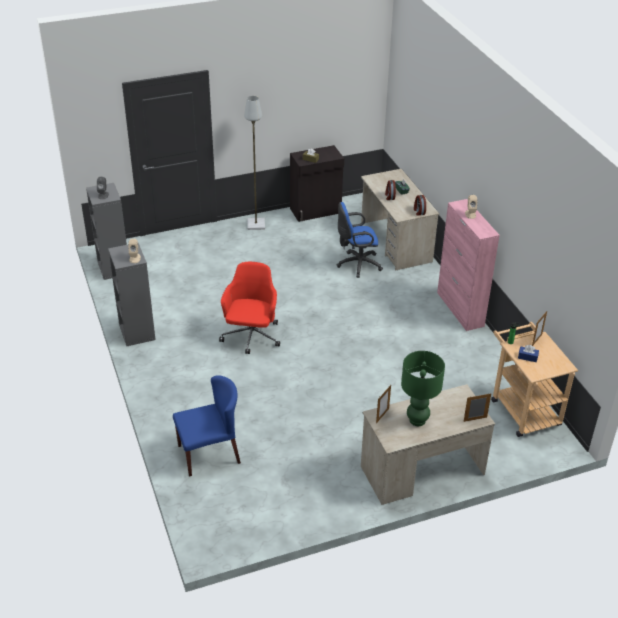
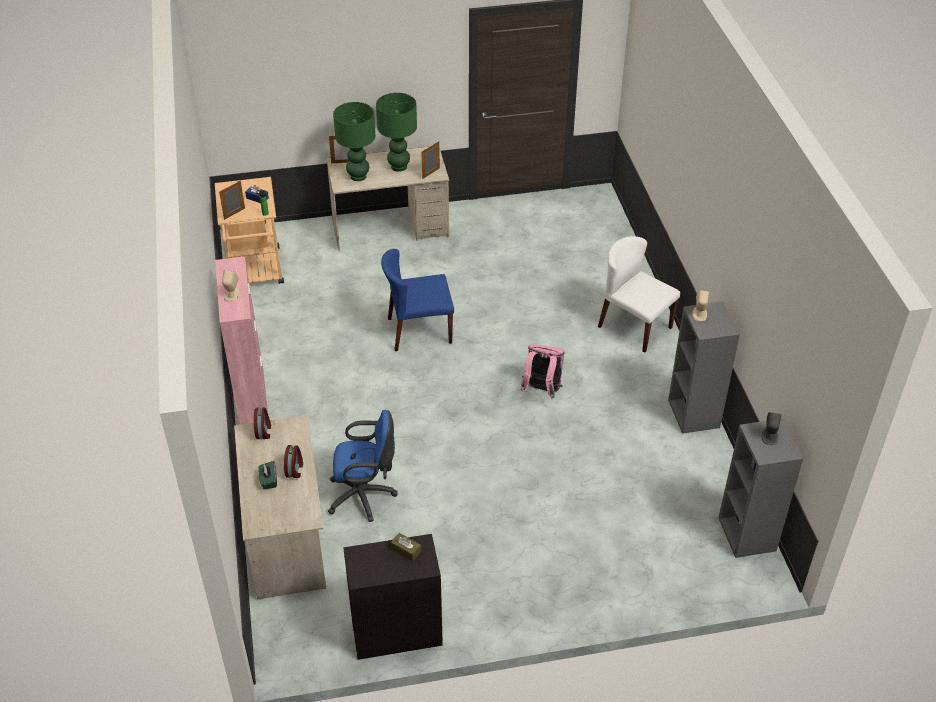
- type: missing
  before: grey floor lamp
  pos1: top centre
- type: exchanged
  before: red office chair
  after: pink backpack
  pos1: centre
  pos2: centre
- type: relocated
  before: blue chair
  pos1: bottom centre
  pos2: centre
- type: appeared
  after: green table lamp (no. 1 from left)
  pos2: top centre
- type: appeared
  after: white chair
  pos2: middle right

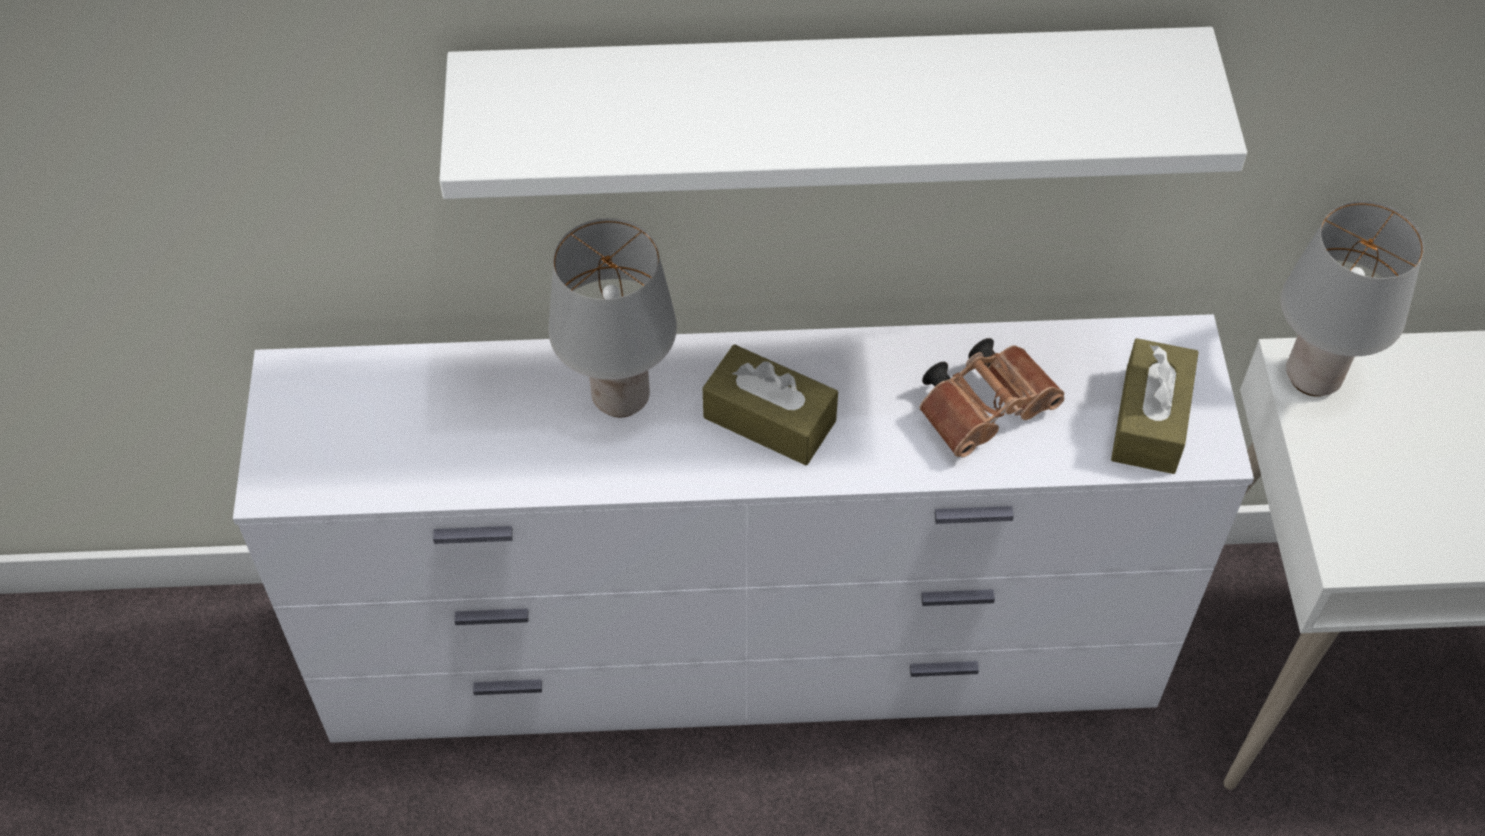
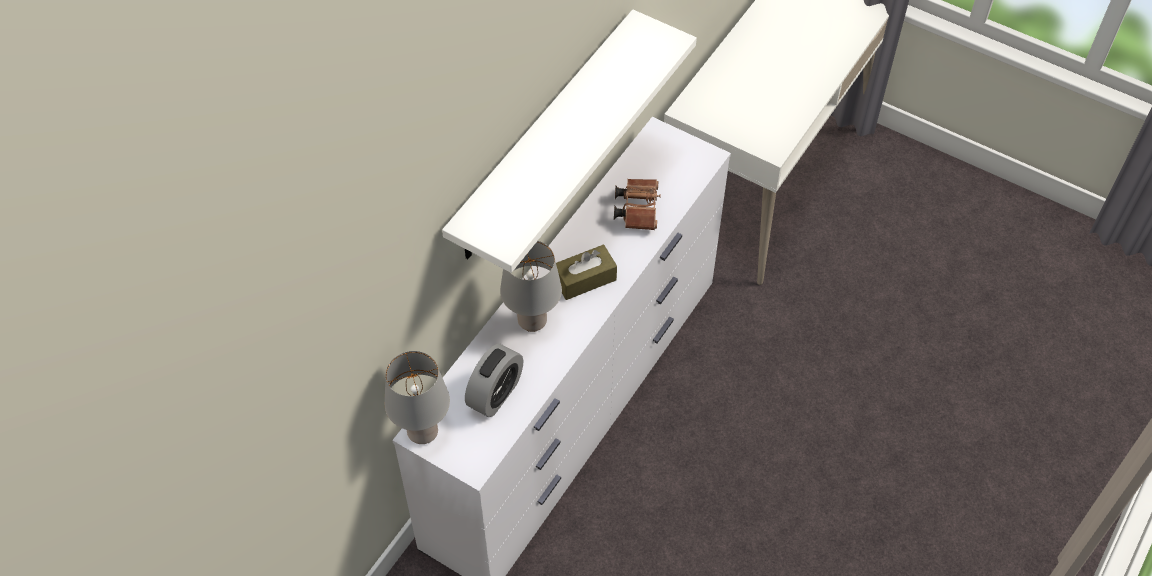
- type: relocated
  before: grey table lamp (no. 2 from left in the first image)
  after: grey table lamp (no. 1 from left)
  pos1: middle right
  pos2: bottom centre
- type: missing
  before: brown tissue box (no. 2 from left)
  pos1: middle right
- type: appeared
  after: alarm clock
  pos2: centre

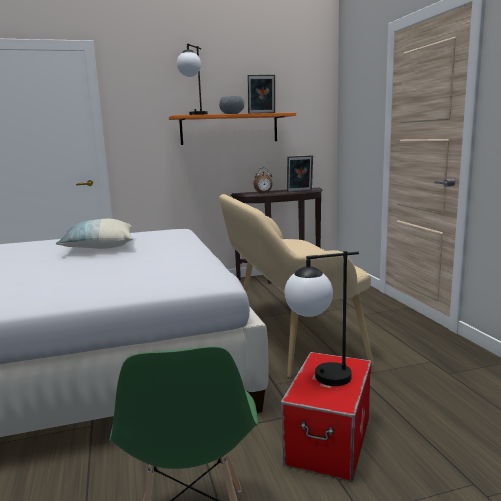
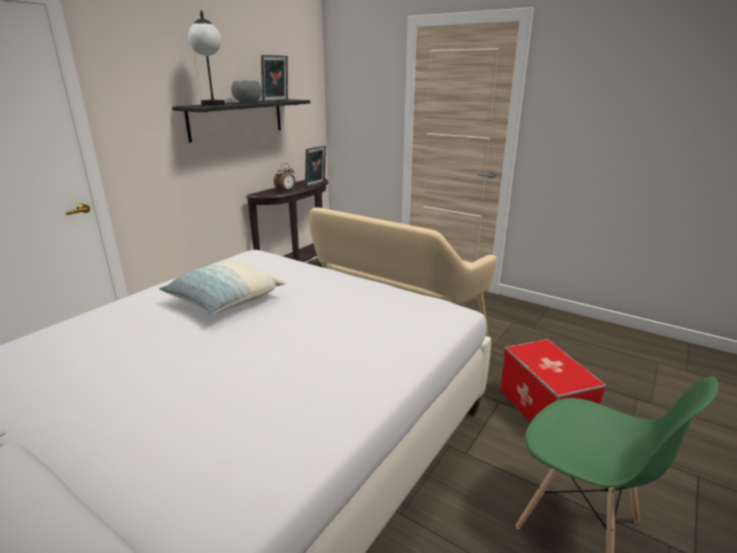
- type: colour
  before: orange shelf
  after: black shelf
  pos1: top centre
  pos2: top left
- type: missing
  before: table lamp (no. 2 from left)
  pos1: centre

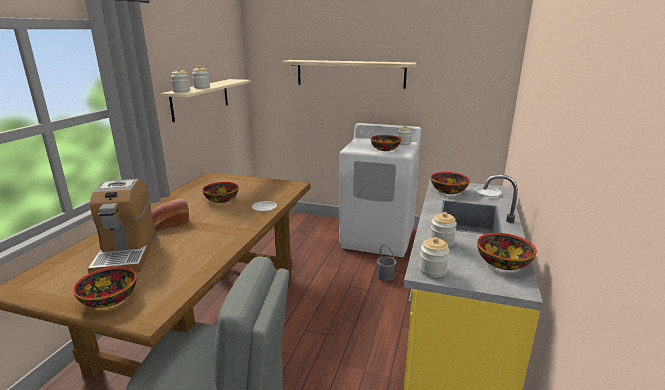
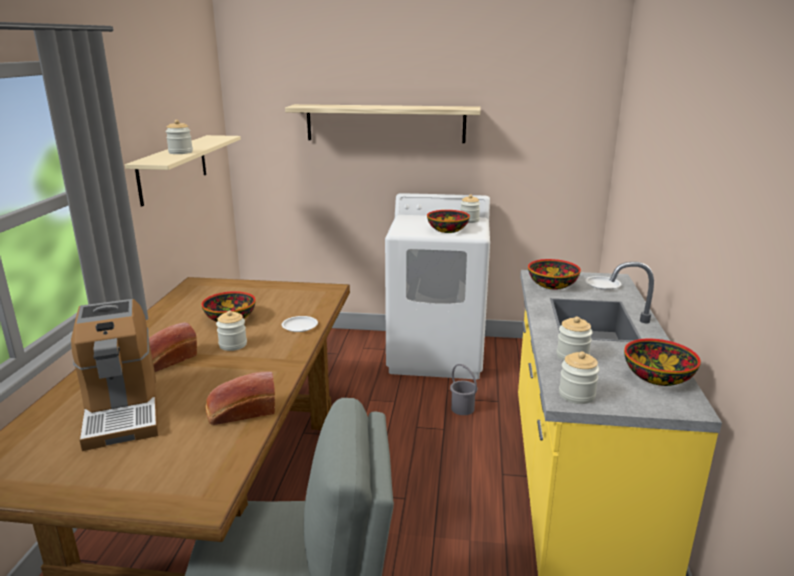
- type: relocated
  before: jar (no. 1 from left in the first image)
  after: jar (no. 2 from left)
  pos1: top left
  pos2: middle left
- type: missing
  before: bowl (no. 1 from left)
  pos1: bottom left
- type: appeared
  after: bread (no. 2 from left)
  pos2: bottom left

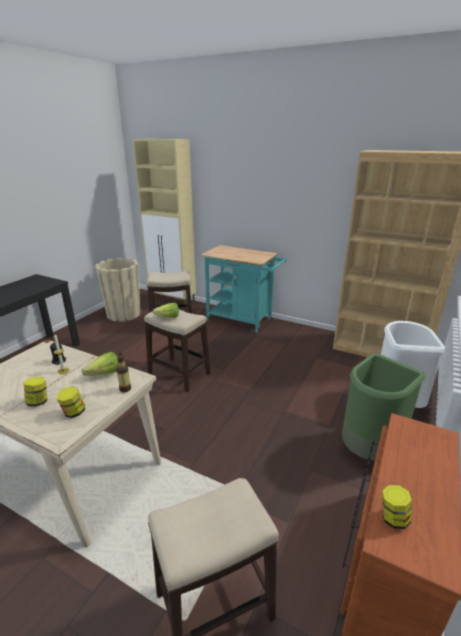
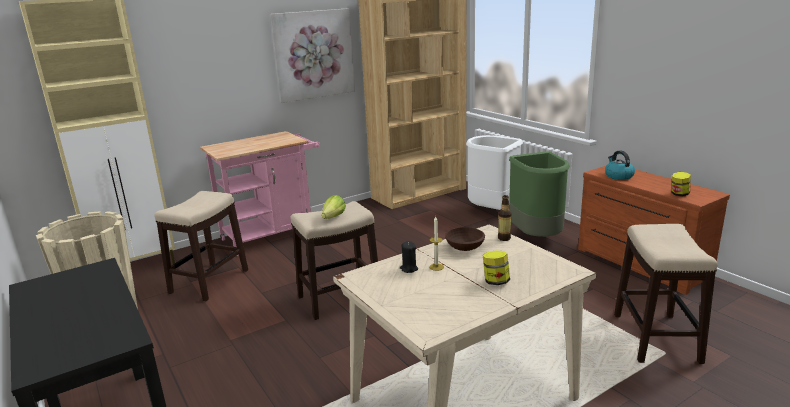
- type: colour
  before: turquoise cart
  after: pink cart
  pos1: centre
  pos2: middle left
- type: exchanged
  before: lettuce (no. 1 from left)
  after: brown bowl
  pos1: middle left
  pos2: centre
- type: missing
  before: jar (no. 2 from left)
  pos1: middle left
- type: appeared
  after: picture
  pos2: top centre
- type: appeared
  after: kettle
  pos2: middle right

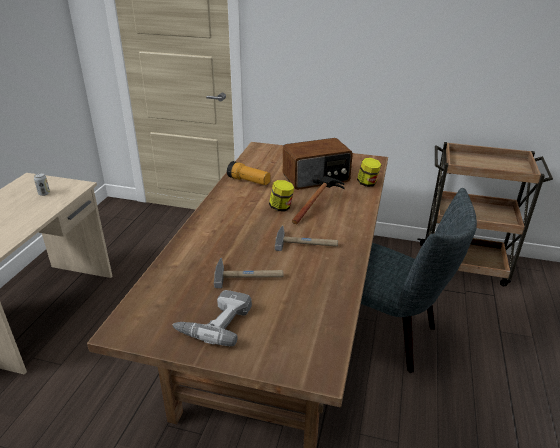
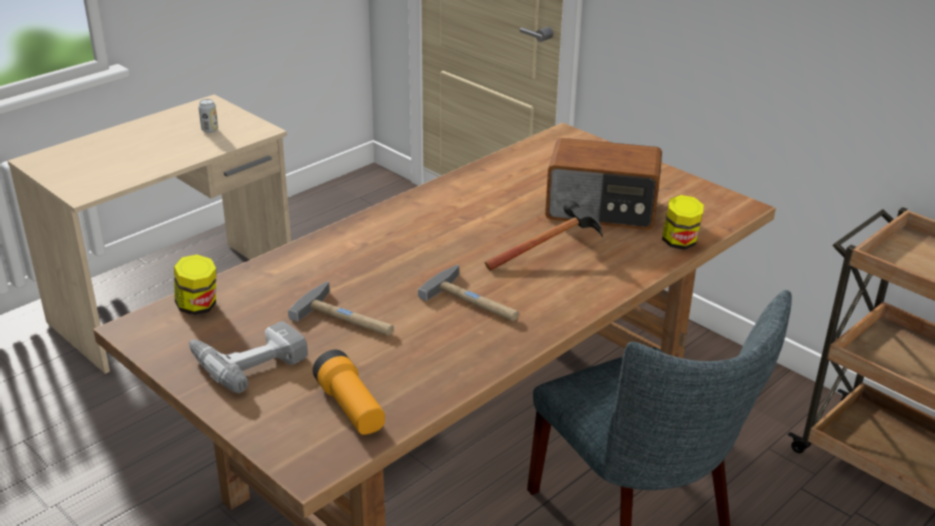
- type: relocated
  before: flashlight
  pos1: centre
  pos2: bottom centre
- type: relocated
  before: jar (no. 1 from left)
  pos1: centre
  pos2: middle left

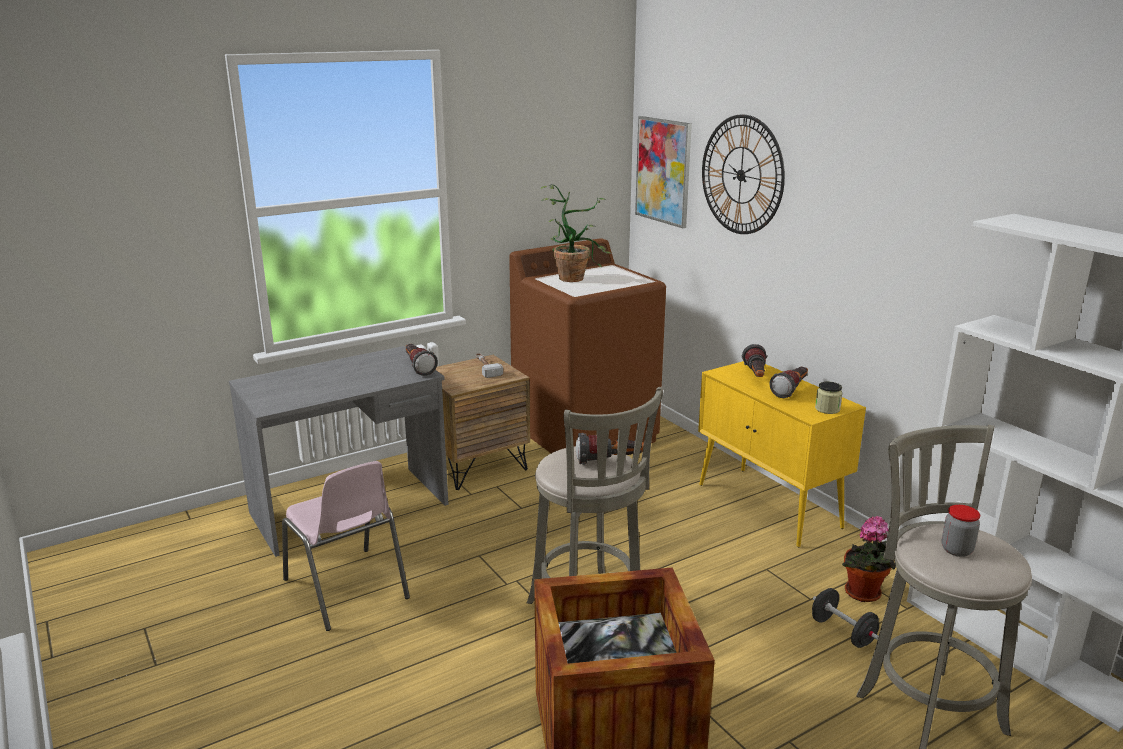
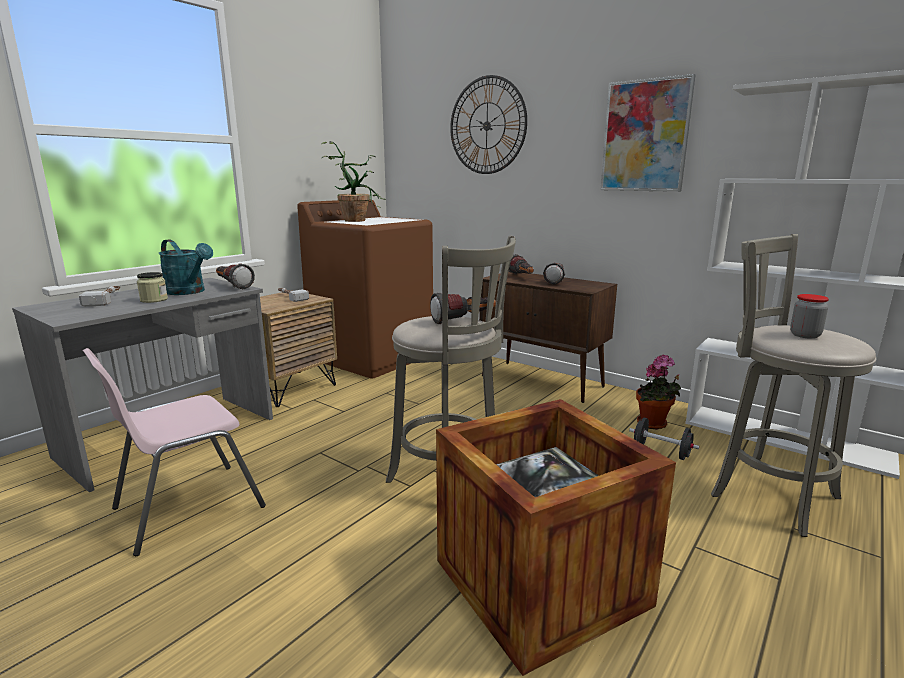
- type: relocated
  before: picture
  pos1: top centre
  pos2: top right
- type: colour
  before: yellow cabinet
  after: brown cabinet
  pos1: middle right
  pos2: centre
- type: relocated
  before: jar (no. 1 from left)
  pos1: middle right
  pos2: middle left
- type: spun
  before: pink chair
  pos1: bottom left
  pos2: bottom left
  turn: 105
- type: appeared
  after: turquoise watering can
  pos2: middle left
- type: appeared
  after: hammer (no. 1 from left)
  pos2: middle left

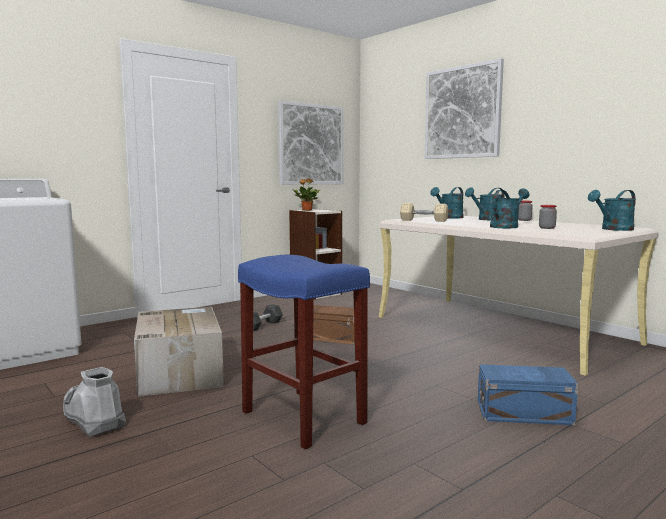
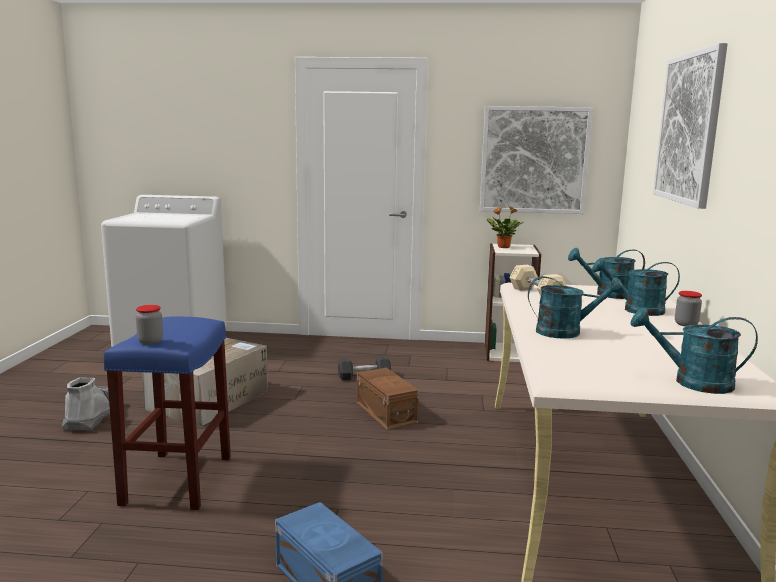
- type: relocated
  before: jar (no. 2 from left in the first image)
  after: jar (no. 1 from left)
  pos1: middle right
  pos2: middle left

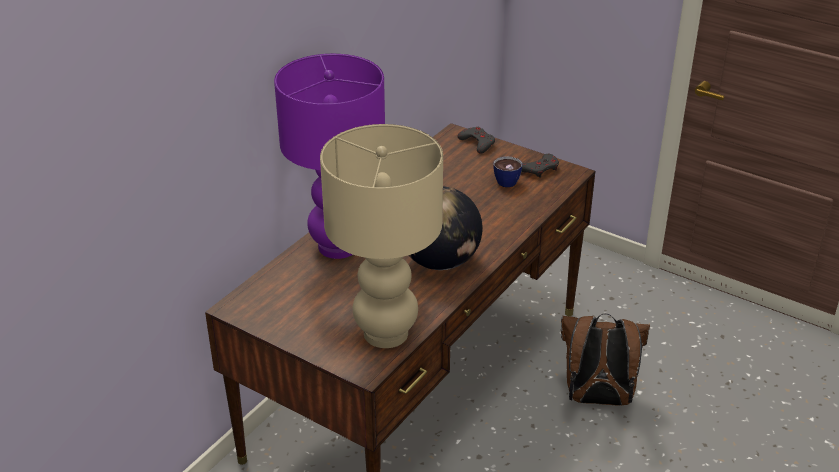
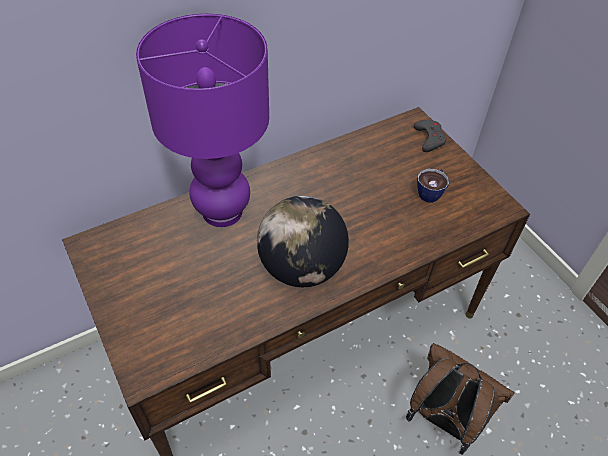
- type: missing
  before: beige table lamp
  pos1: centre
- type: missing
  before: grey game controller (no. 2 from left)
  pos1: centre

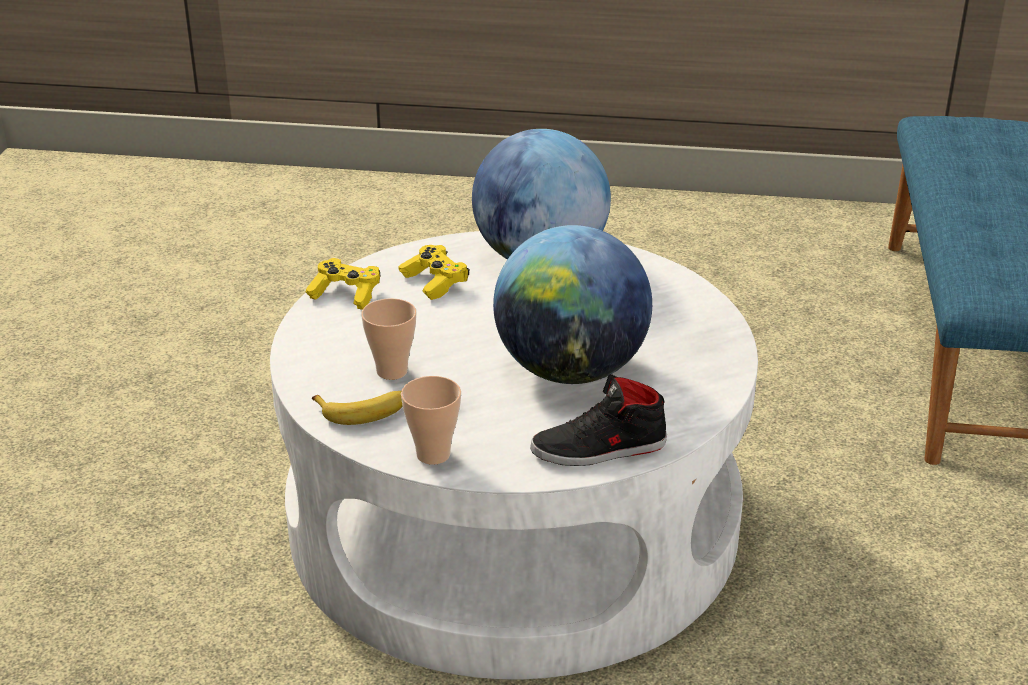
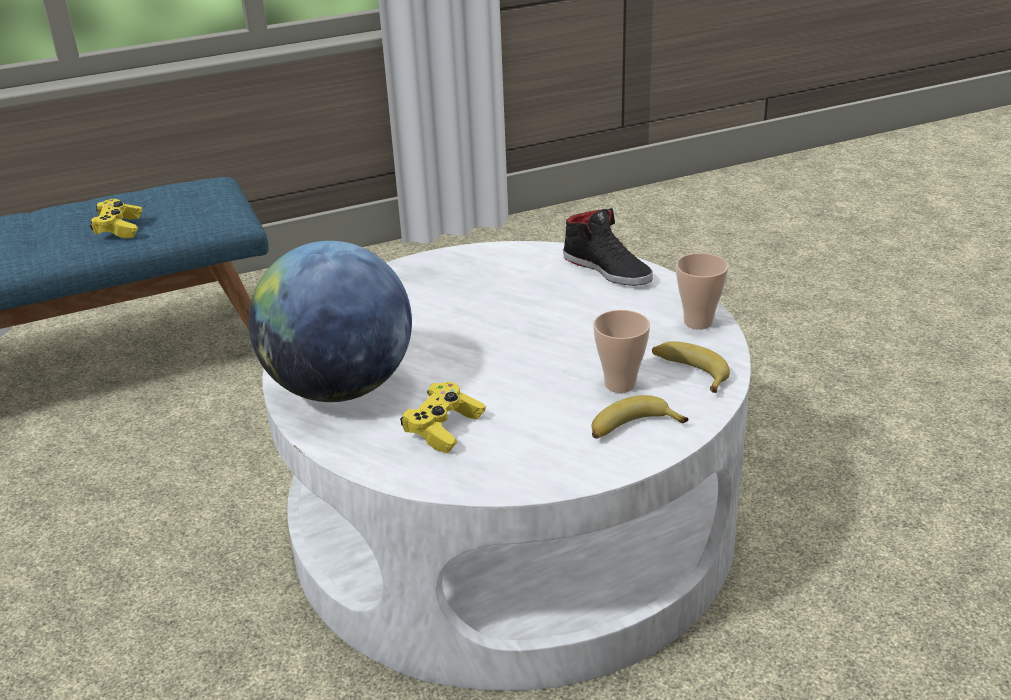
- type: missing
  before: globe (no. 2 from left)
  pos1: centre
- type: relocated
  before: yellow game controller (no. 1 from left)
  pos1: centre
  pos2: top left
- type: appeared
  after: banana (no. 1 from left)
  pos2: centre

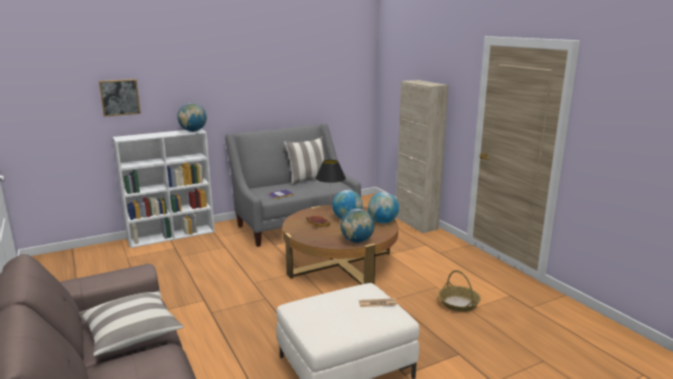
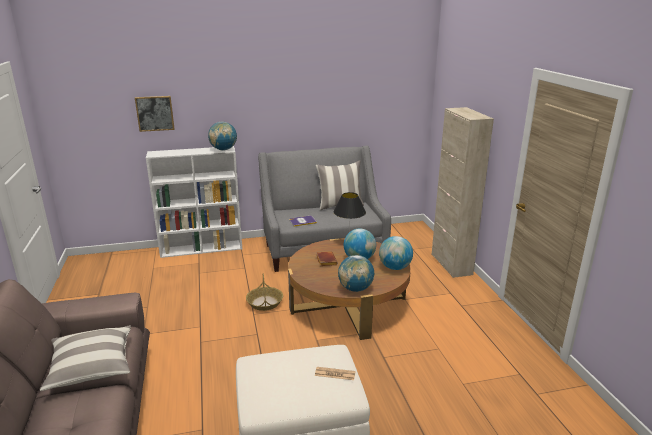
- type: relocated
  before: basket
  pos1: bottom right
  pos2: bottom centre

